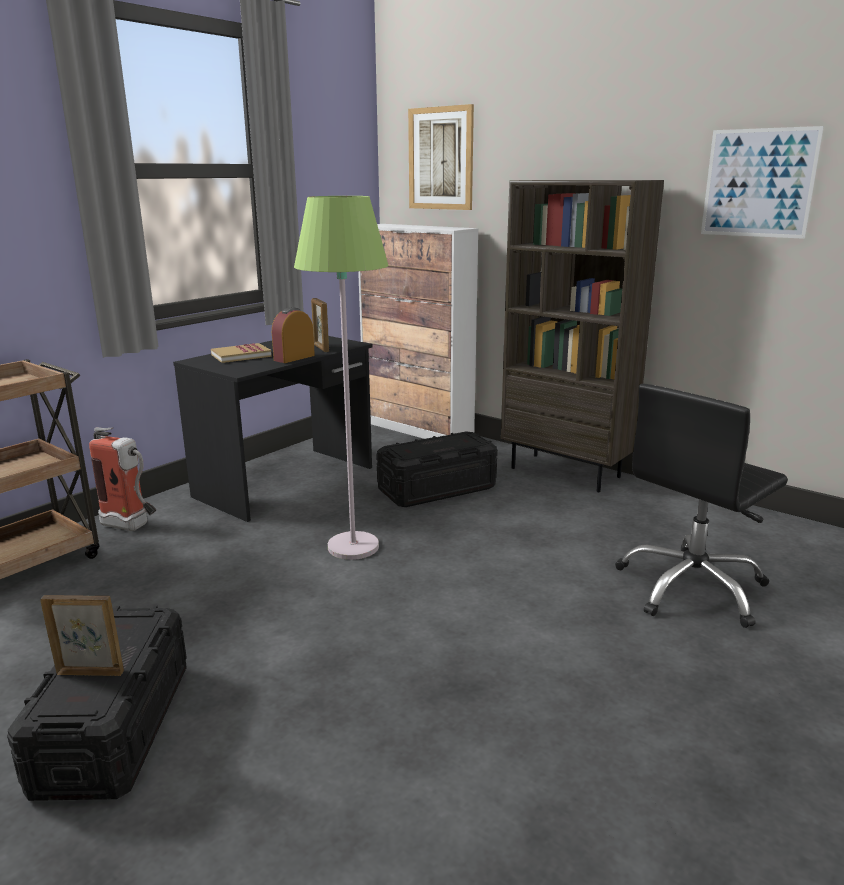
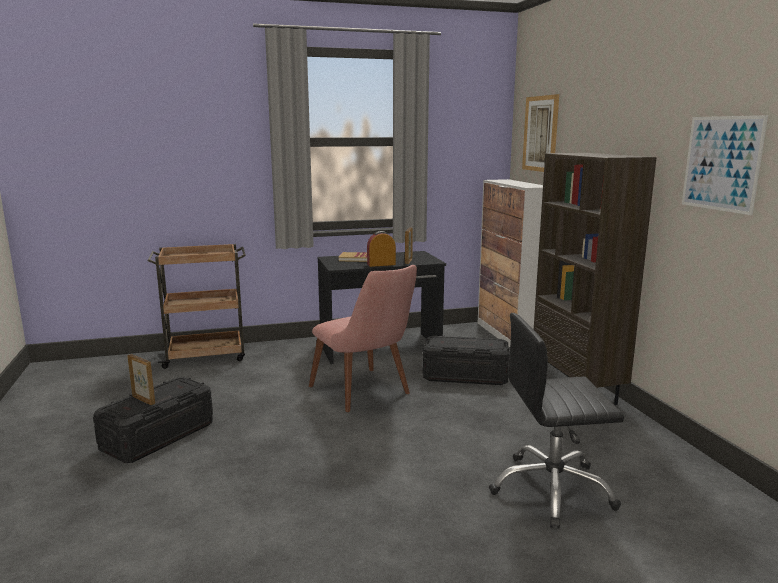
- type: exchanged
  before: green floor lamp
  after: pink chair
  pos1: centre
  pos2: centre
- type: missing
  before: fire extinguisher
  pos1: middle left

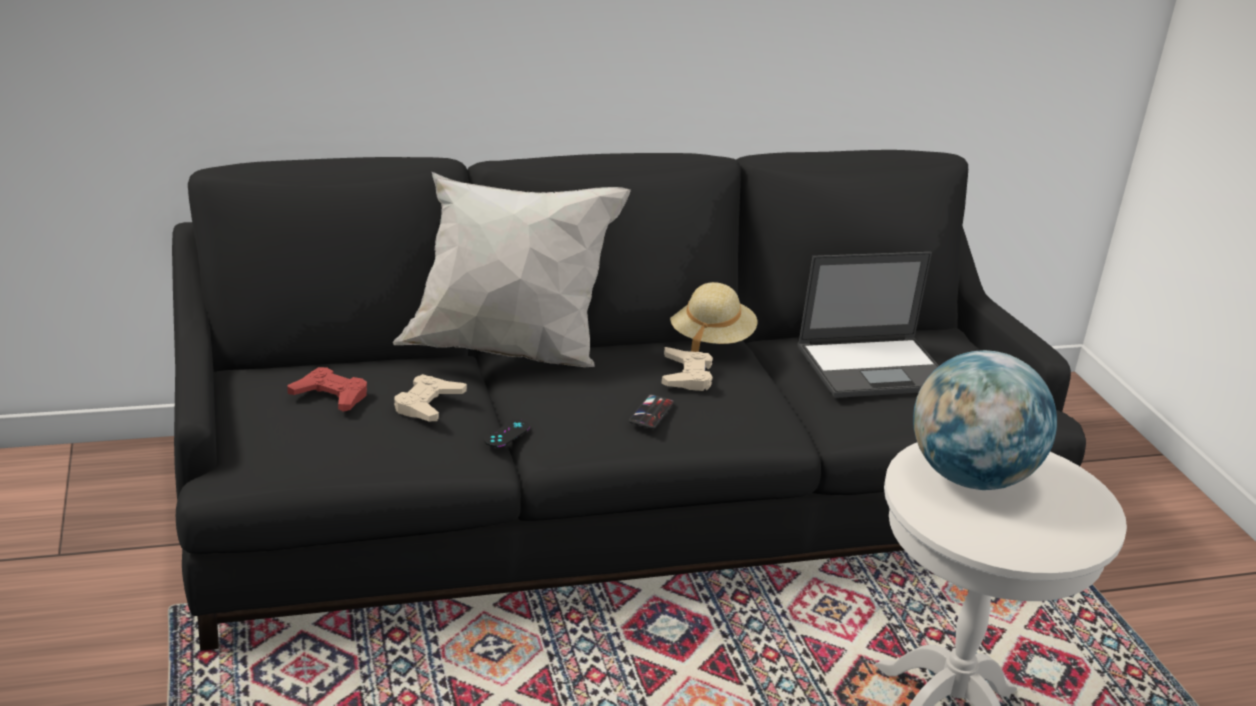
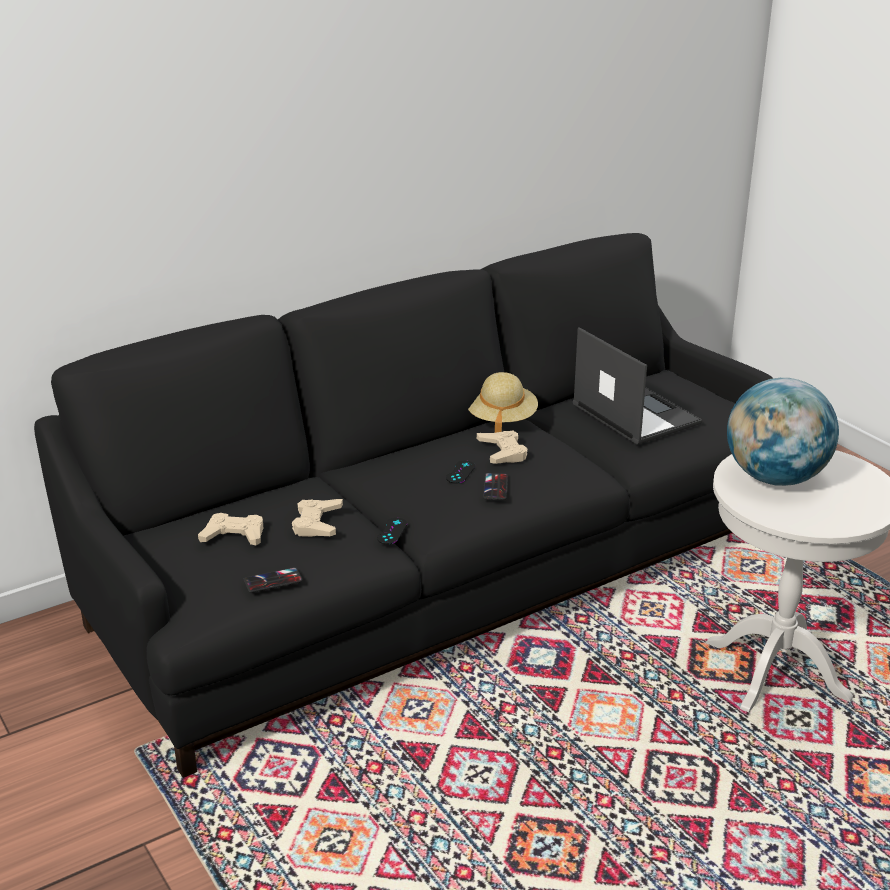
- type: missing
  before: white pillow
  pos1: centre
- type: spun
  before: laptop
  pos1: middle right
  pos2: middle right
  turn: -90
- type: colour
  before: red game controller
  after: beige game controller (no. 1 from left)
  pos1: middle left
  pos2: middle left
- type: appeared
  after: black game controller (no. 2 from left)
  pos2: centre
- type: appeared
  after: phone (no. 1 from left)
  pos2: middle left

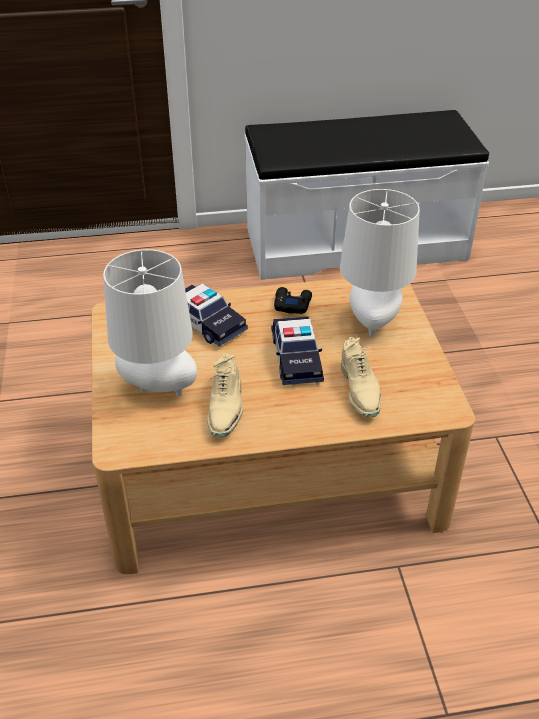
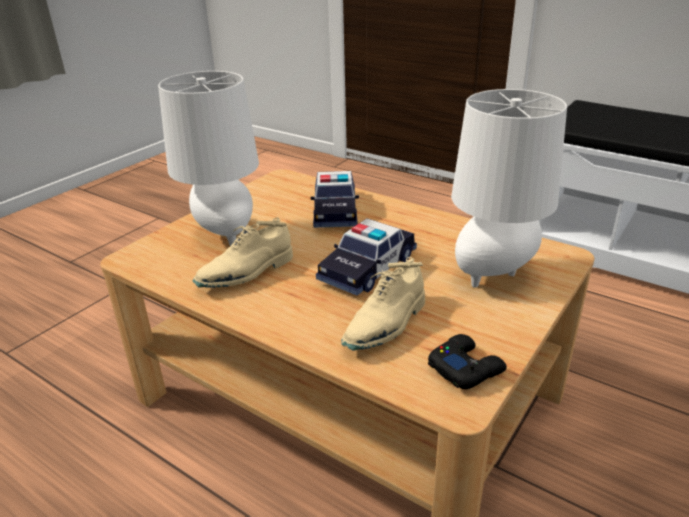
- type: relocated
  before: black game controller
  pos1: centre
  pos2: bottom right

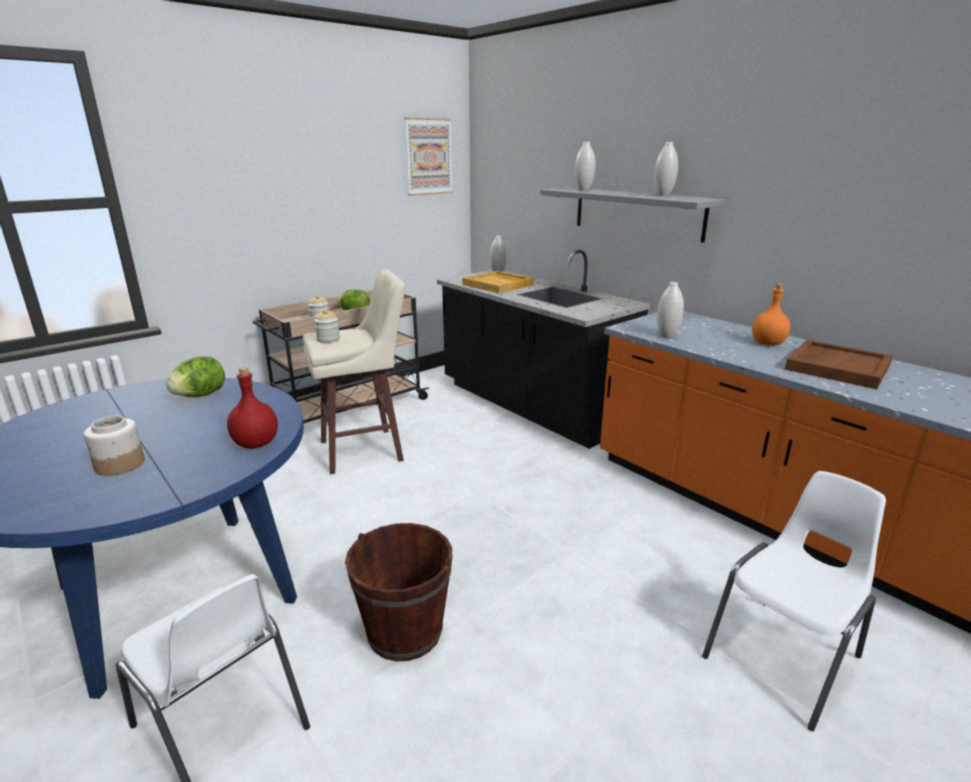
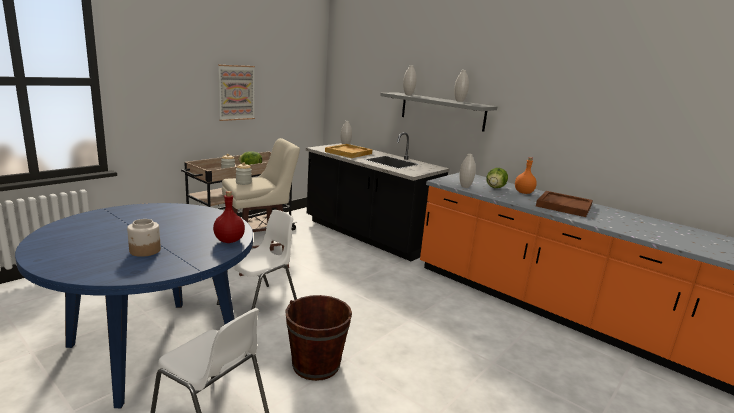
- type: relocated
  before: picture
  pos1: top centre
  pos2: top left
- type: relocated
  before: lettuce (no. 1 from left in the first image)
  after: lettuce (no. 2 from left)
  pos1: middle left
  pos2: middle right
- type: relocated
  before: white chair (no. 2 from left)
  pos1: bottom right
  pos2: centre

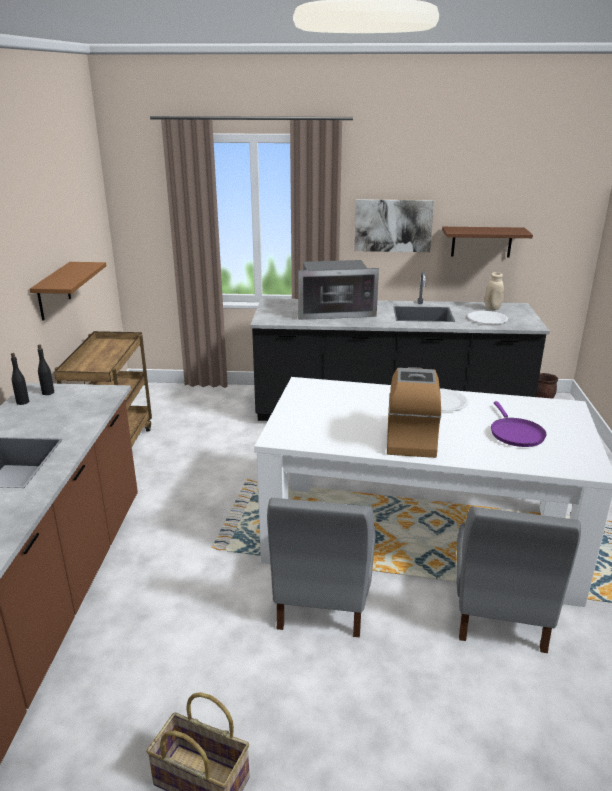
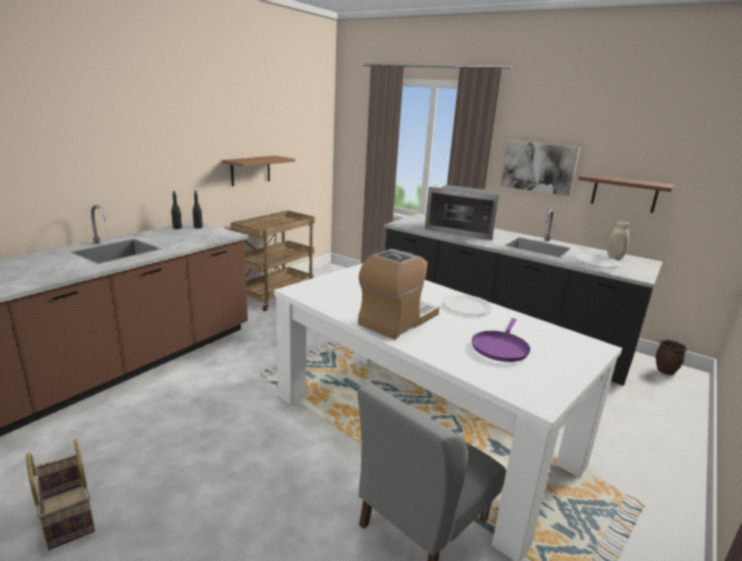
- type: missing
  before: grey chair (no. 1 from left)
  pos1: bottom centre

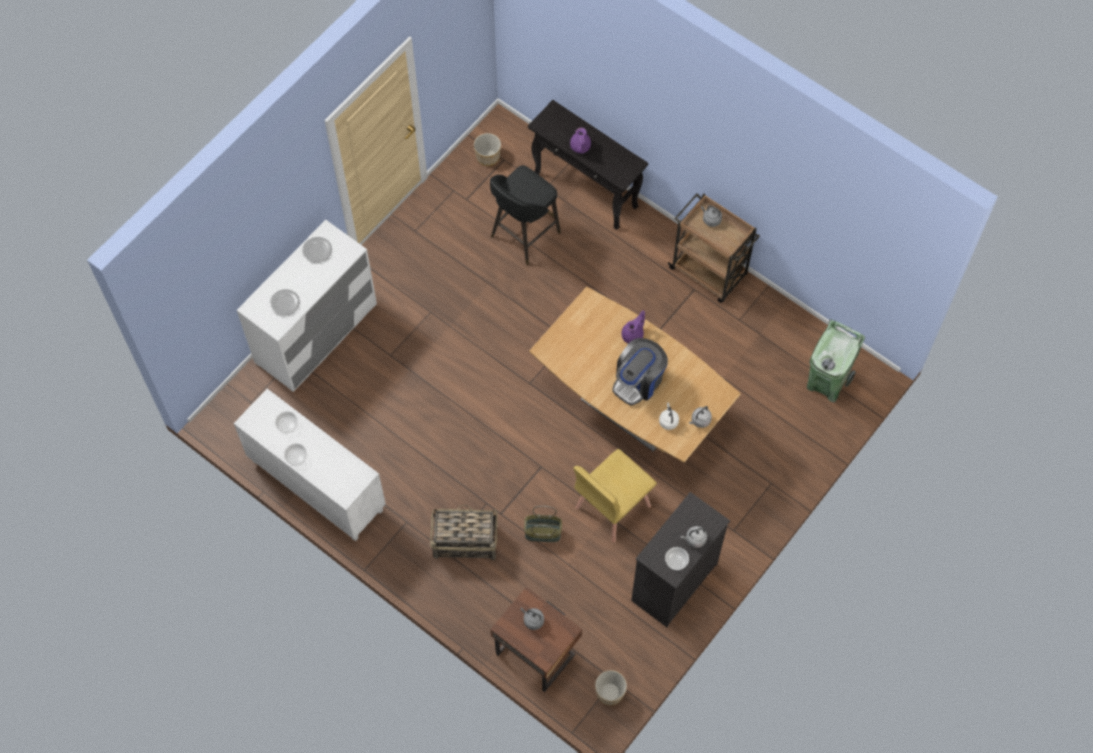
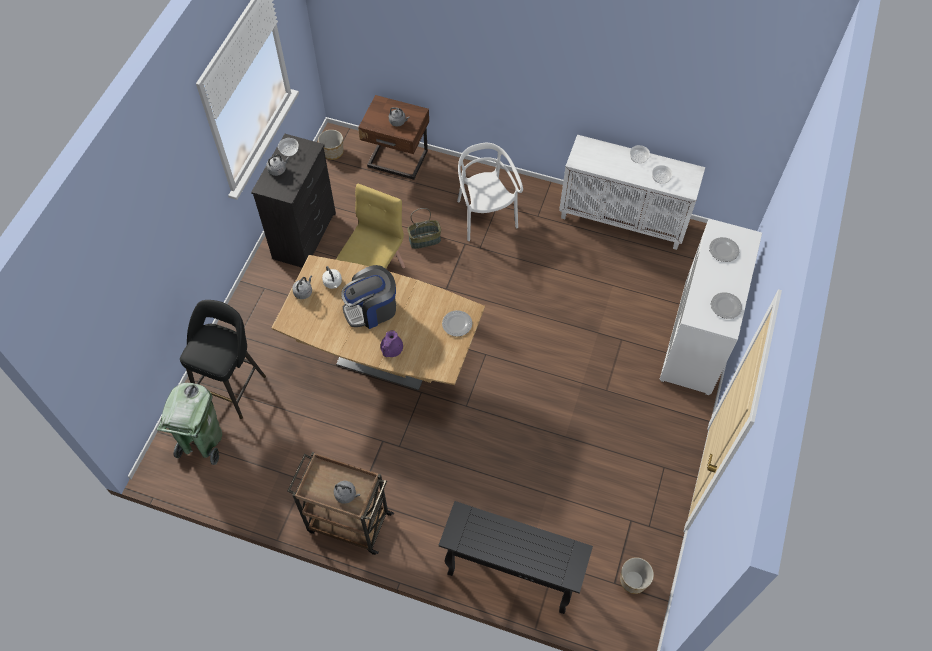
- type: missing
  before: purple teapot (no. 1 from left)
  pos1: top centre
- type: relocated
  before: black stool
  pos1: top centre
  pos2: middle left
- type: spun
  before: coffee machine
  pos1: centre
  pos2: centre
  turn: -135
- type: exchanged
  before: basket (no. 1 from left)
  after: white chair
  pos1: bottom centre
  pos2: top centre
- type: appeared
  after: plate (no. 1 from left)
  pos2: centre

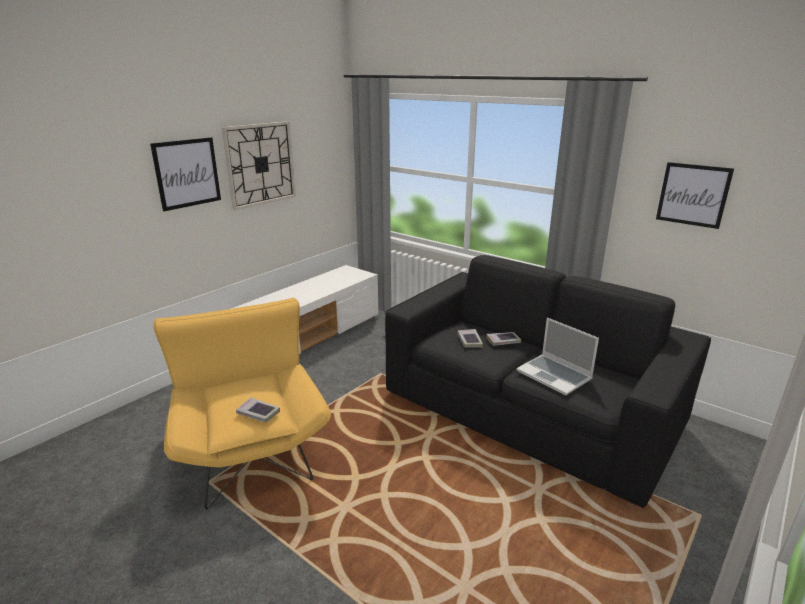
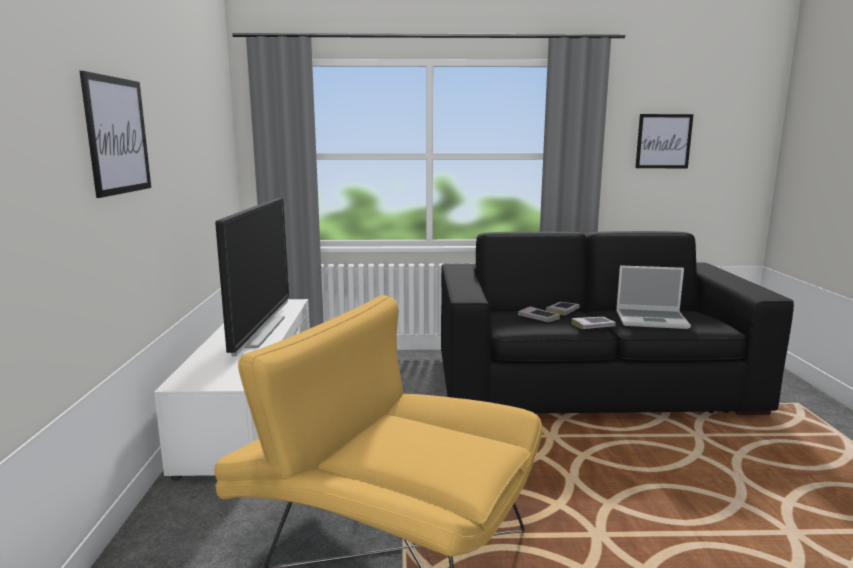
- type: missing
  before: wall clock
  pos1: top left
- type: relocated
  before: book (no. 1 from left in the first image)
  after: book (no. 3 from left)
  pos1: bottom left
  pos2: middle right
- type: appeared
  after: television
  pos2: middle left

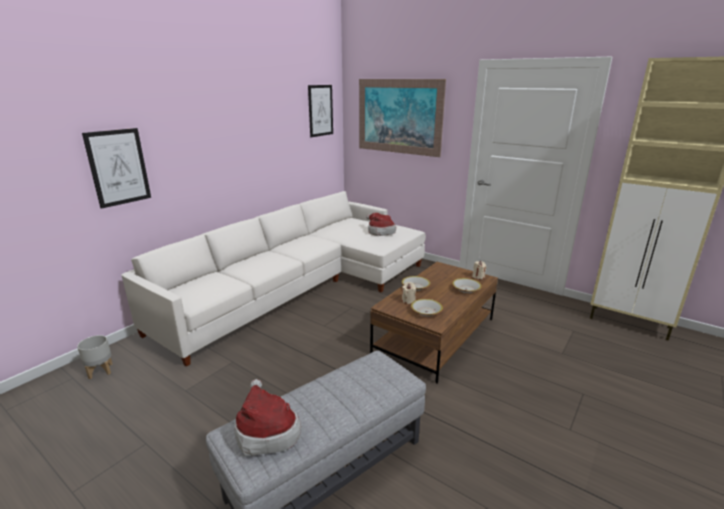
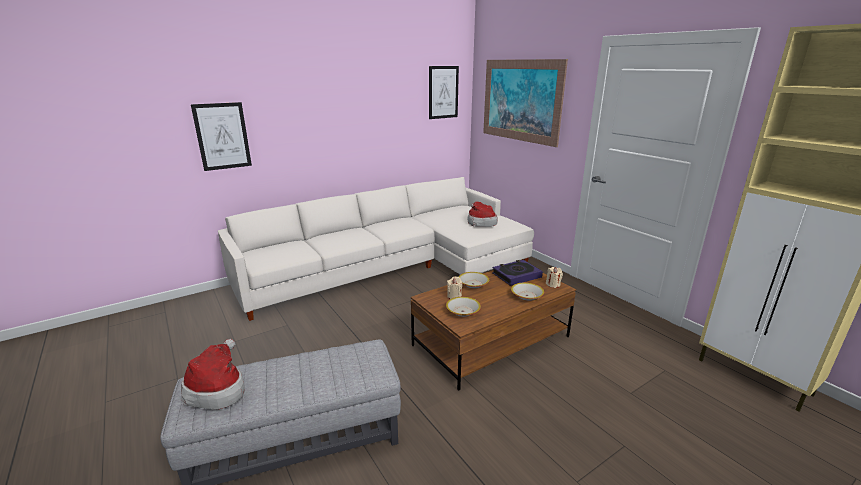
- type: missing
  before: grey planter
  pos1: bottom left
- type: appeared
  after: book
  pos2: centre

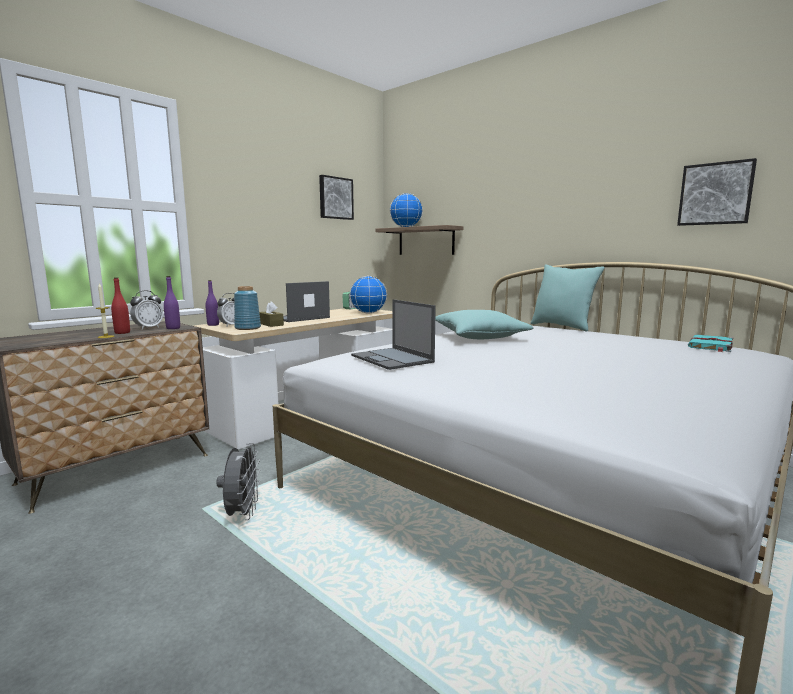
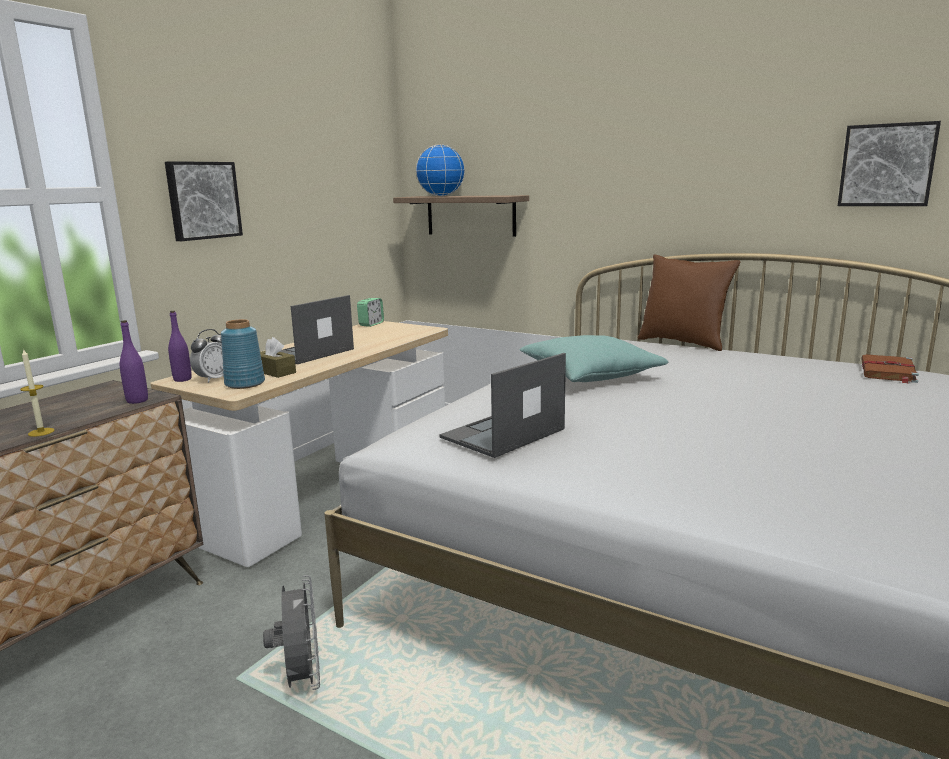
- type: relocated
  before: picture (no. 1 from left)
  pos1: top centre
  pos2: top left
- type: colour
  before: turquoise pillow (no. 2 from left)
  after: brown pillow
  pos1: middle right
  pos2: middle right
- type: missing
  before: globe (no. 1 from left)
  pos1: centre
- type: missing
  before: red bottle
  pos1: middle left
- type: missing
  before: alarm clock (no. 1 from left)
  pos1: middle left
- type: spun
  before: laptop (no. 2 from left)
  pos1: centre
  pos2: centre
  turn: 90
- type: colour
  before: turquoise book
  after: brown book
  pos1: middle right
  pos2: middle right

